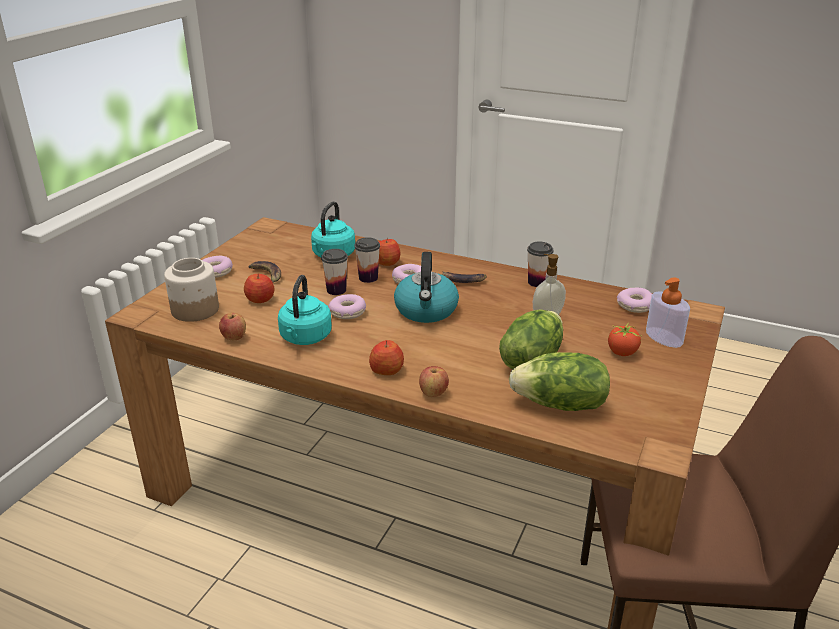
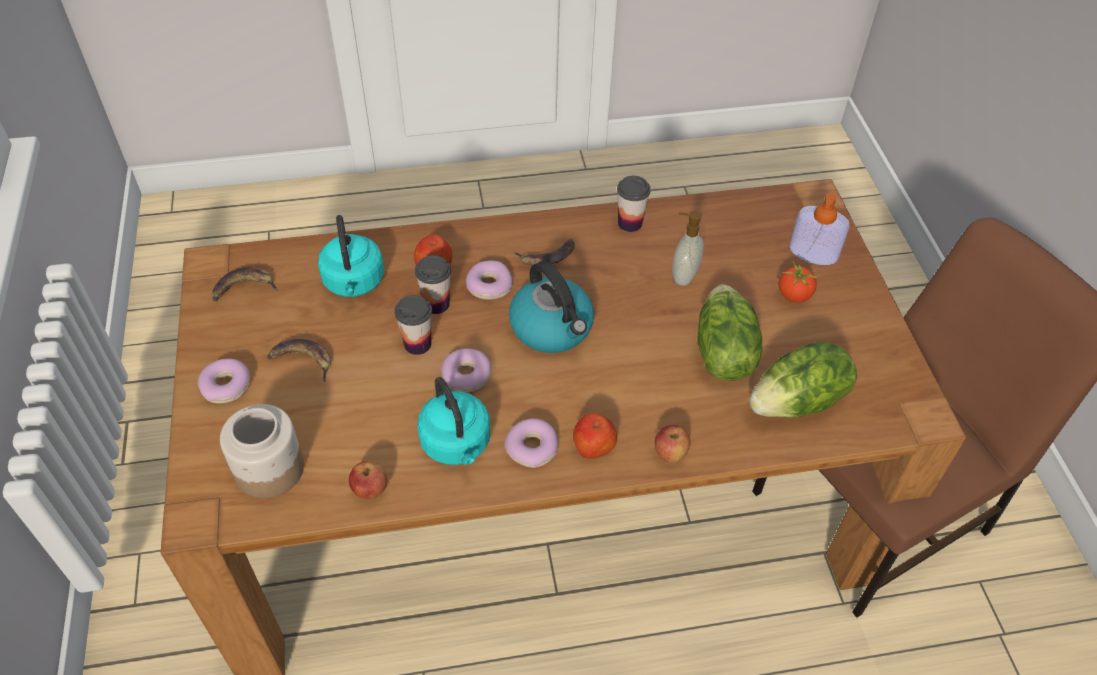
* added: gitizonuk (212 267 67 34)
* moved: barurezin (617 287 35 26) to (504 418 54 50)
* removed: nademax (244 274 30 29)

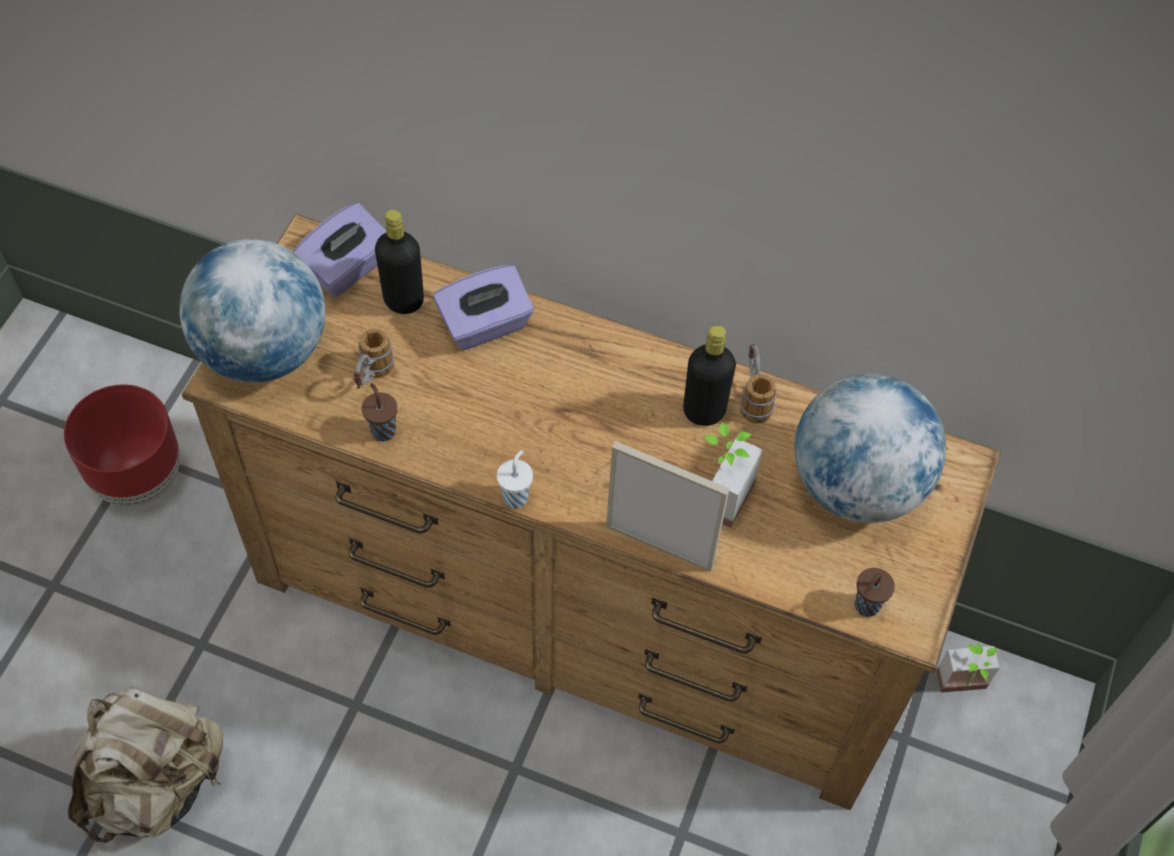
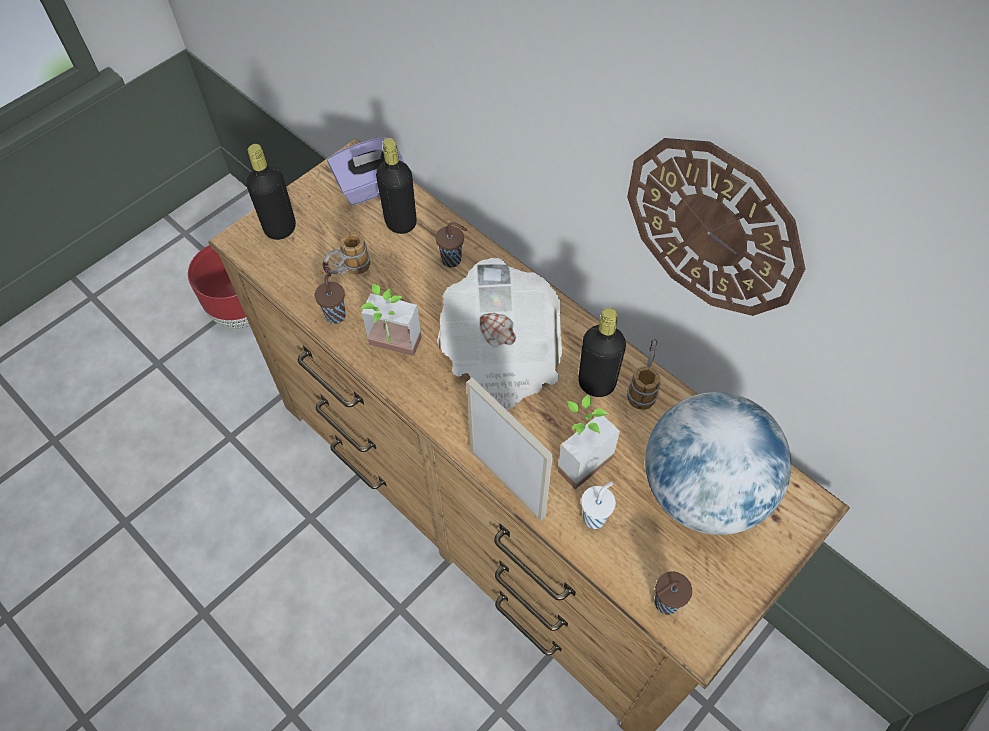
* replaced: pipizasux (179 239 146 144) to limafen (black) (247 144 49 96)
* moved: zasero (936 643 64 50) to (360 283 62 73)
* replaced: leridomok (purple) (433 265 101 85) to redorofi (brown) (436 222 31 45)
* added: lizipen (437 258 125 152)
* moved: redorofi (white) (497 450 36 58) to (581 482 35 47)
* added: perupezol (627 138 178 178)
* removed: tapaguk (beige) (68 686 155 157)

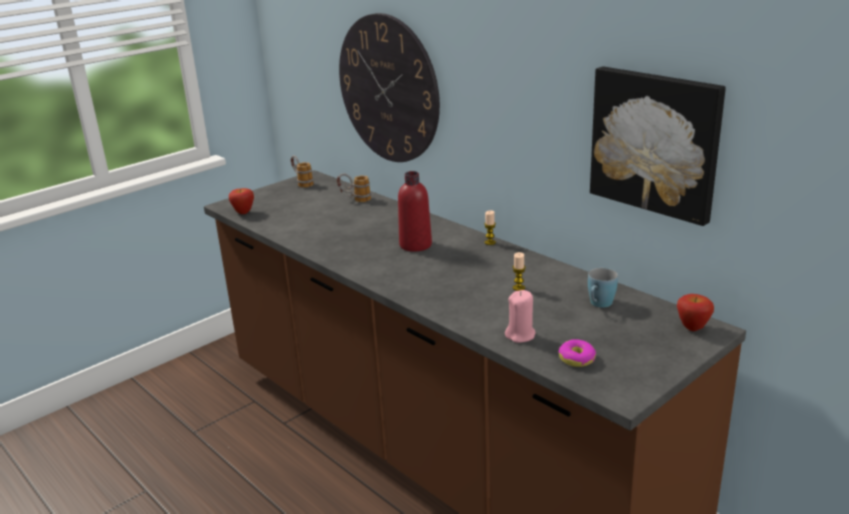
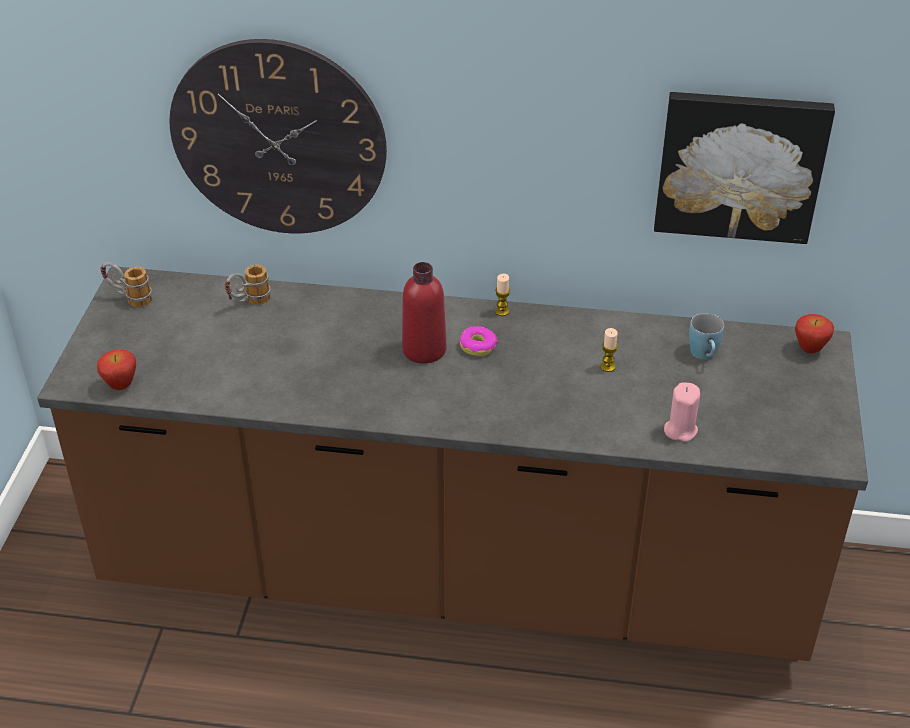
* moved: barurezin (559 339 37 28) to (459 326 39 30)

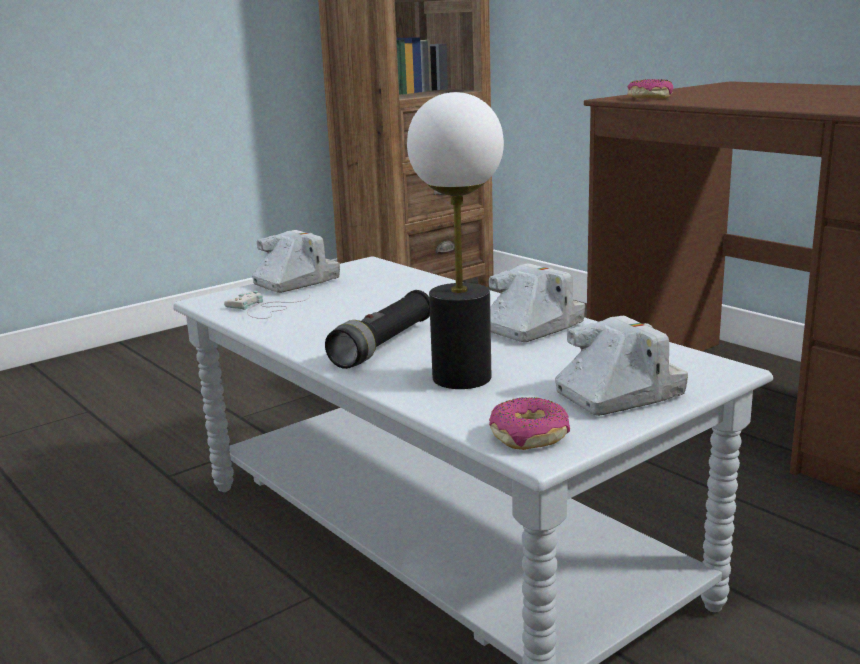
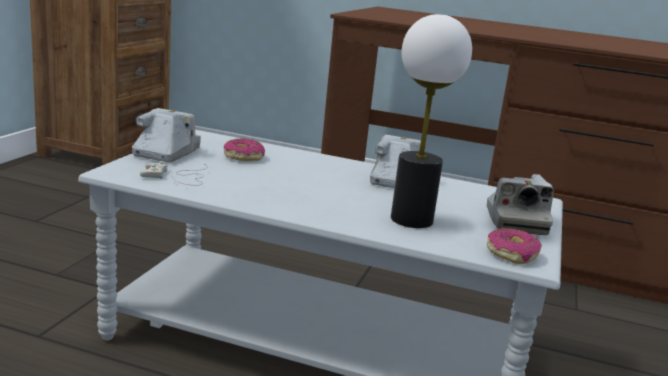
* moved: barurezin (627 79 47 20) to (224 139 41 22)
* turned: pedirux (555 316 133 100) = (487 174 67 61) 150 degrees clockwise
* removed: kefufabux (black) (325 290 105 79)

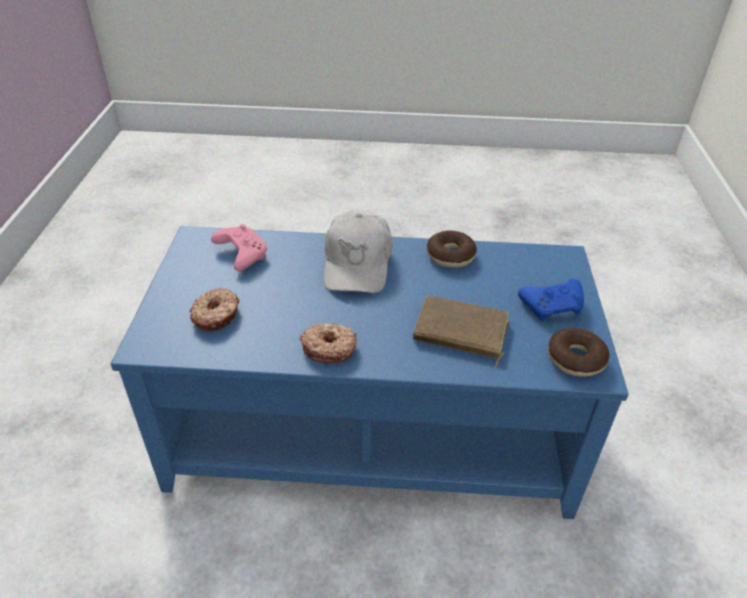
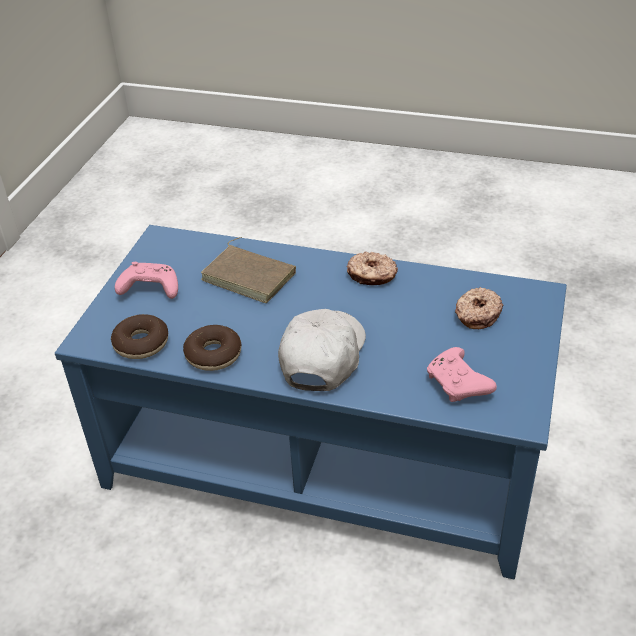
* moved: barurezin (548 328 61 49) to (111 314 57 45)
* recoloured: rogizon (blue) (518 279 66 42) to rogizon (pink) (115 262 63 37)

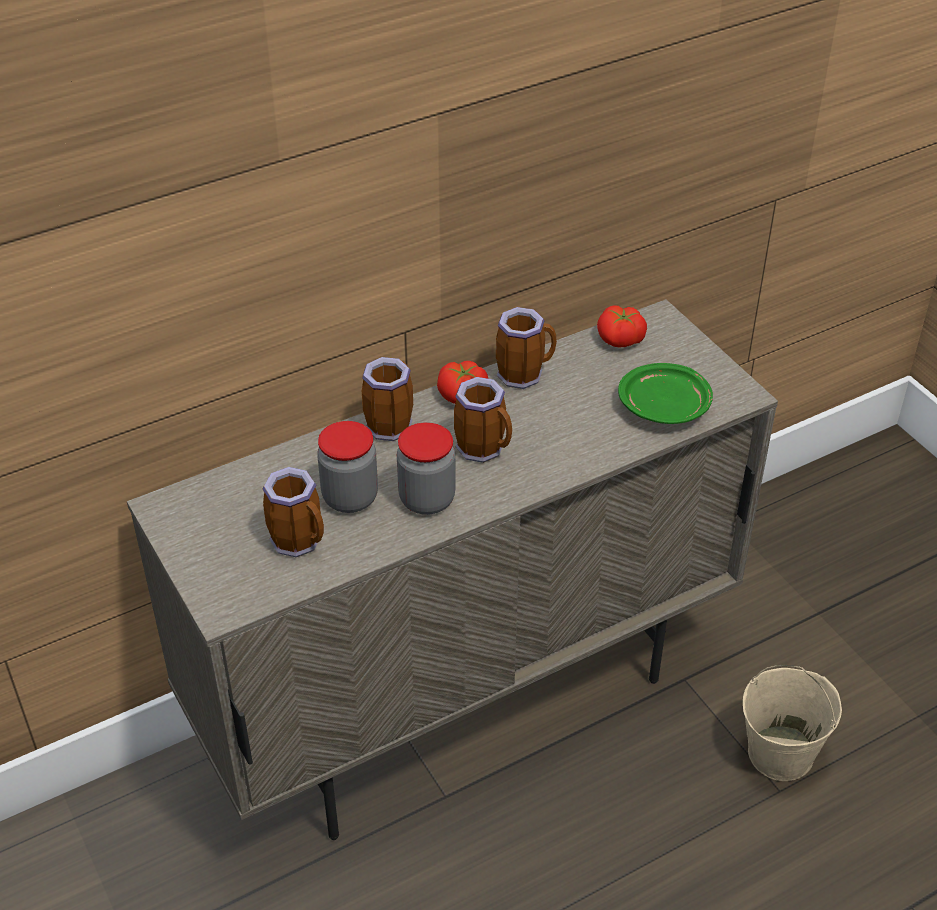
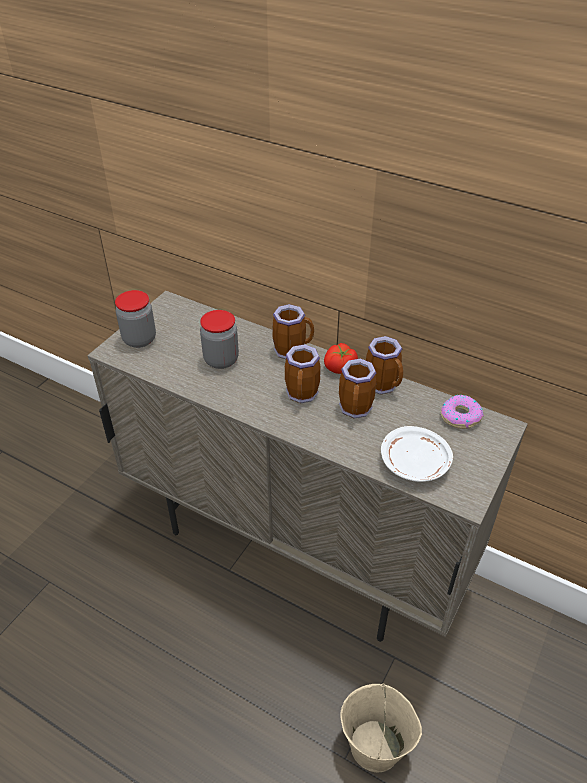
* moved: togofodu (397 422 59 93) to (115 290 41 58)
* moved: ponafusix (263 467 61 90) to (339 359 37 59)
* recoloured: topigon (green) (618 363 95 61) to topigon (white) (381 426 72 56)
* replaced: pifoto (597 305 50 43) to barurezin (441 395 43 34)

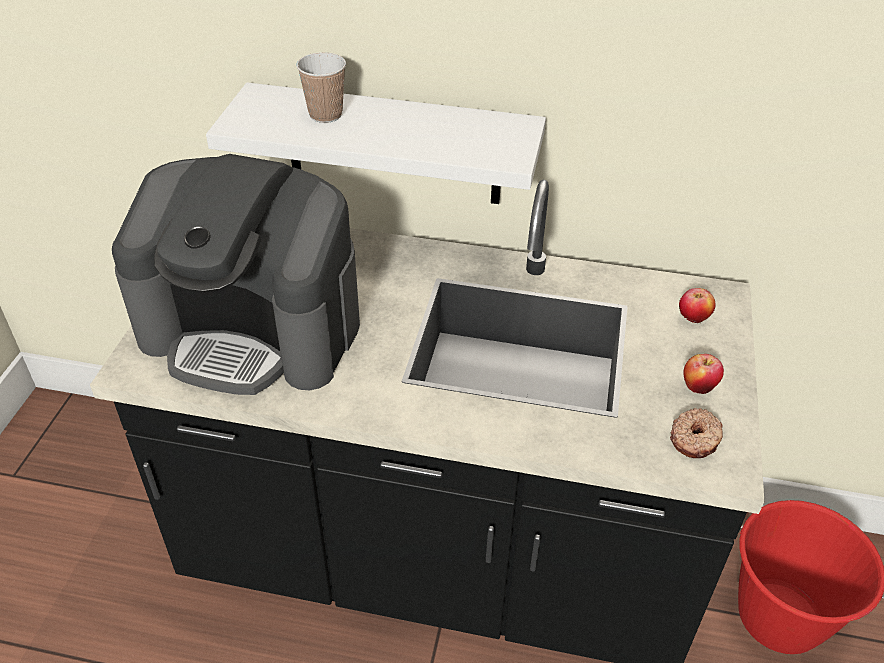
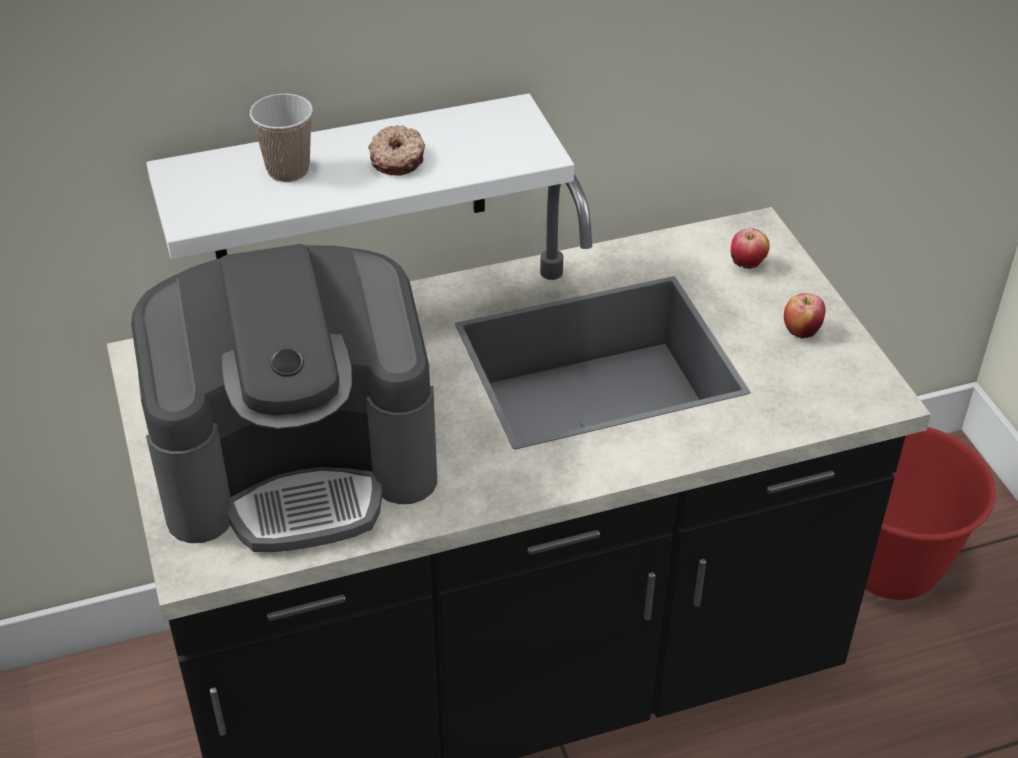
* moved: barurezin (670 408 53 50) to (368 125 57 51)

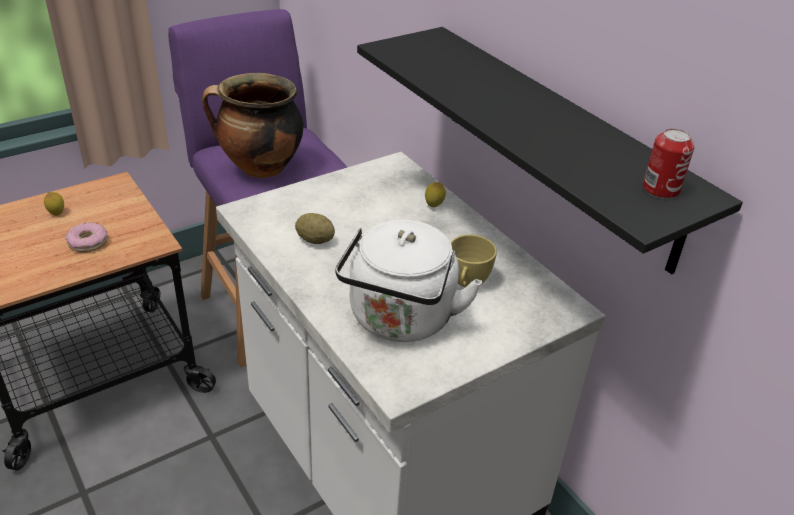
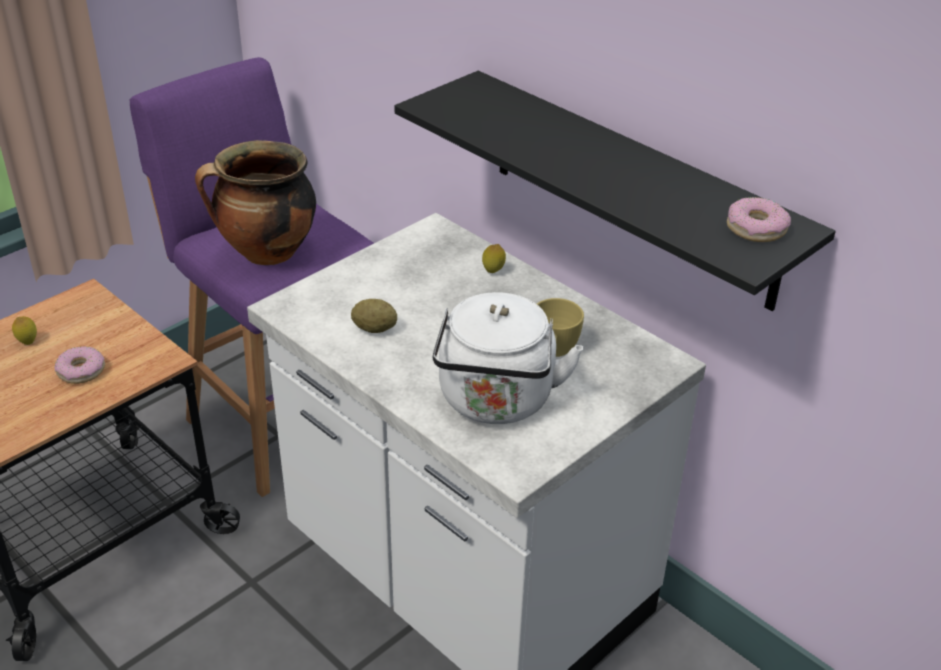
* replaced: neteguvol (643 128 52 71) to barurezin (727 197 64 45)

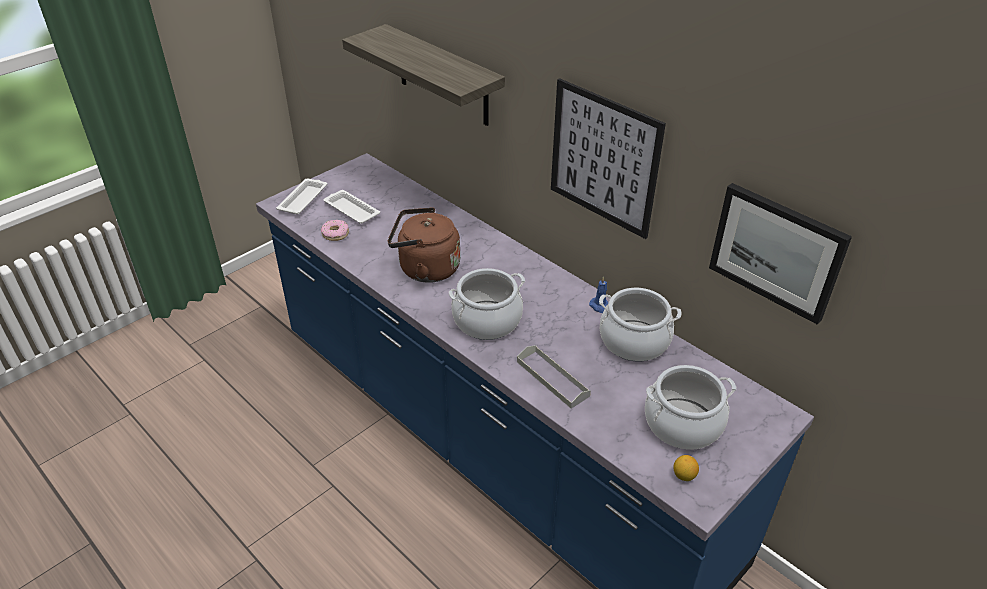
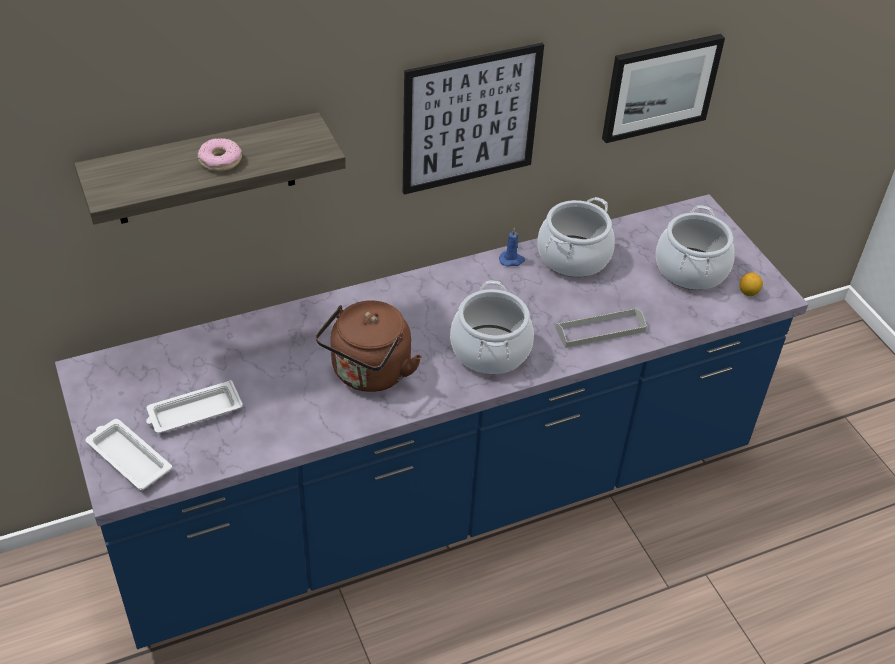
* moved: barurezin (321 220 28 21) to (198 138 44 33)

